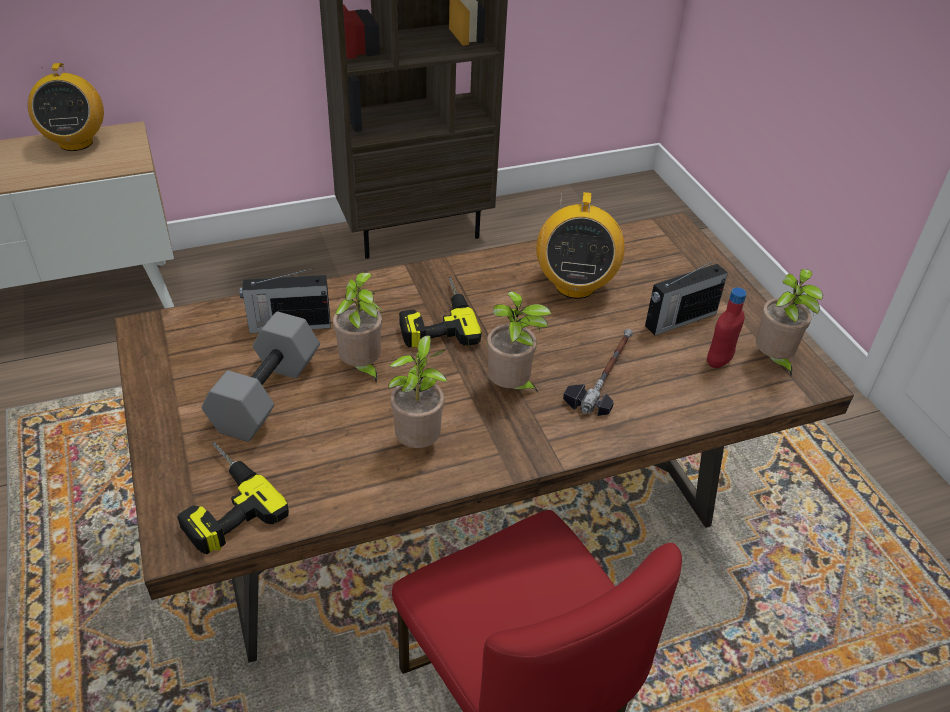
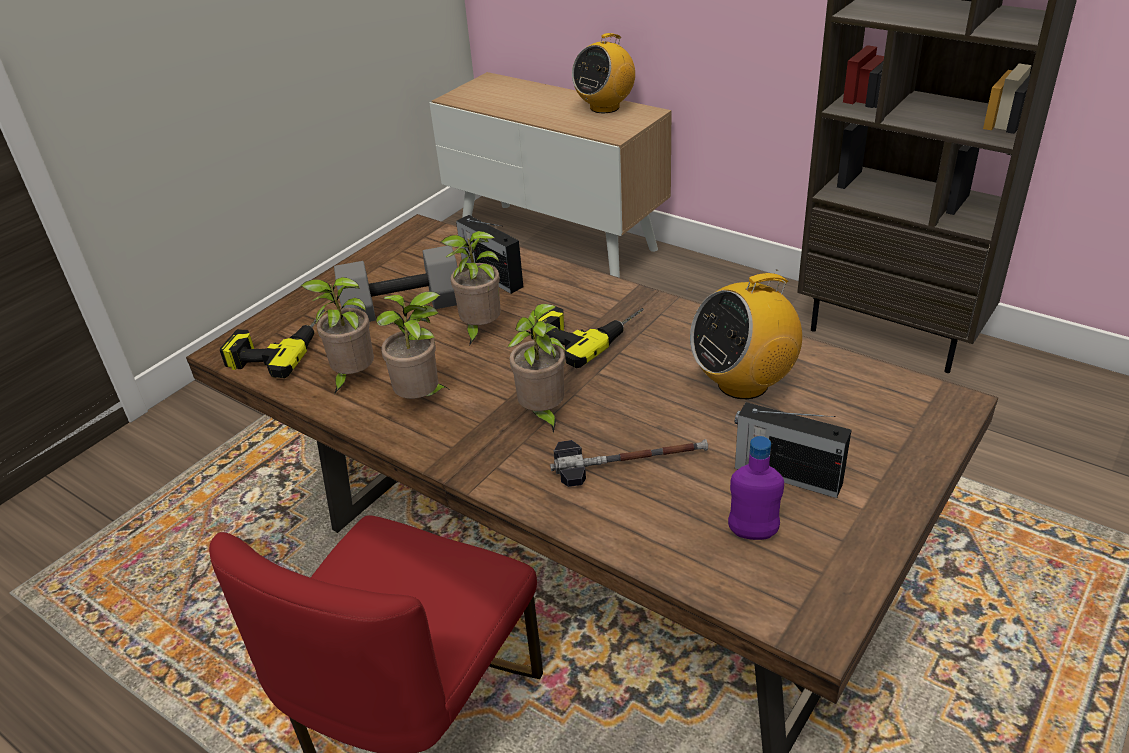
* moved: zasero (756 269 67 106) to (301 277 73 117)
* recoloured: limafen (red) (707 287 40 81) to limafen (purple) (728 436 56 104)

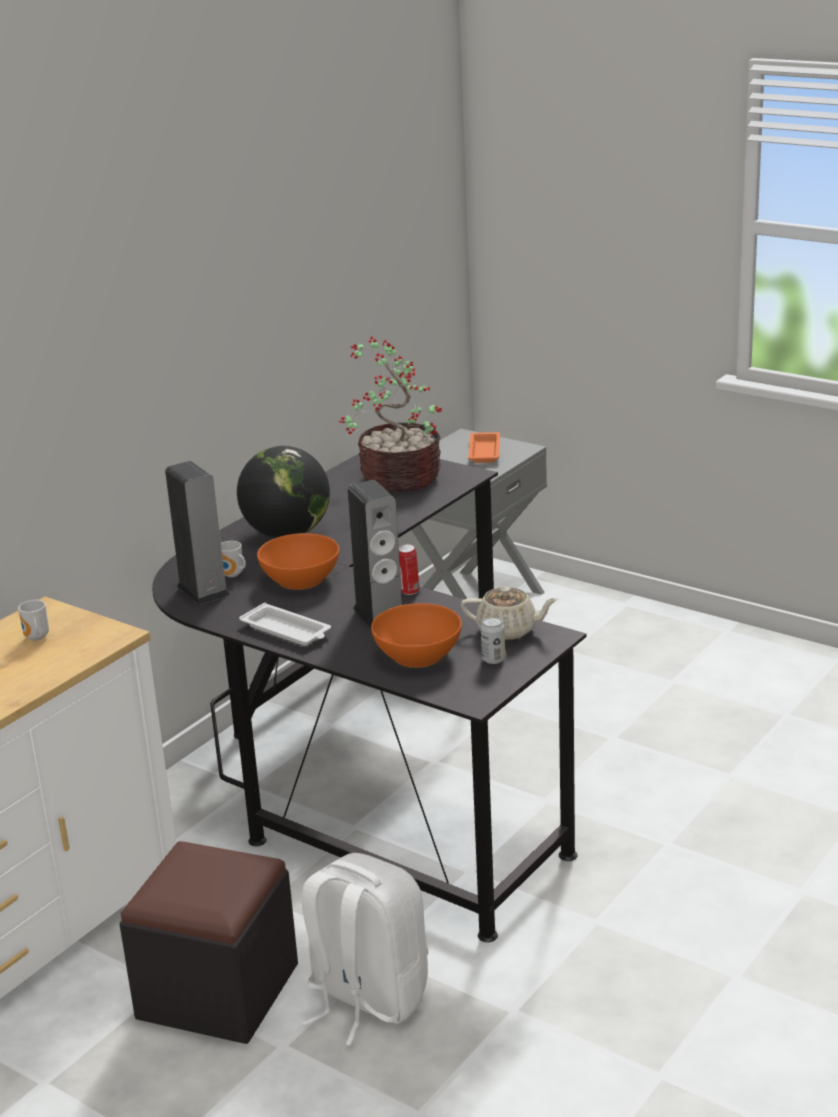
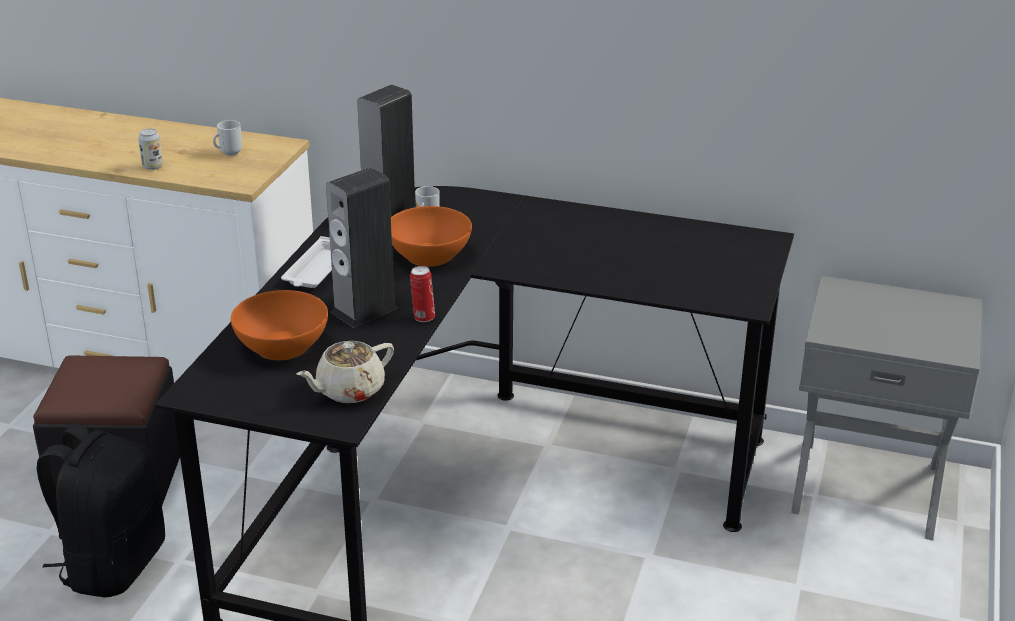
* recoloured: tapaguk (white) (302 853 126 193) to tapaguk (black) (37 423 128 175)
* moved: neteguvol (481 617 24 47) to (138 128 25 42)
* turned: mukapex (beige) (461 586 97 54) = (296 341 98 62) 60 degrees clockwise
* removed: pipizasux (237 446 93 92)
* removed: zasero (339 336 103 156)
* removed: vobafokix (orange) (468 432 32 31)

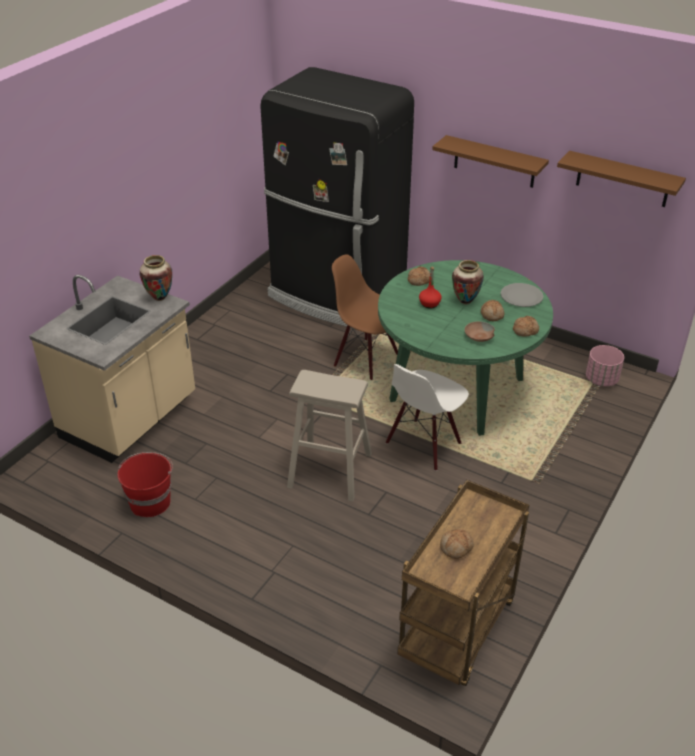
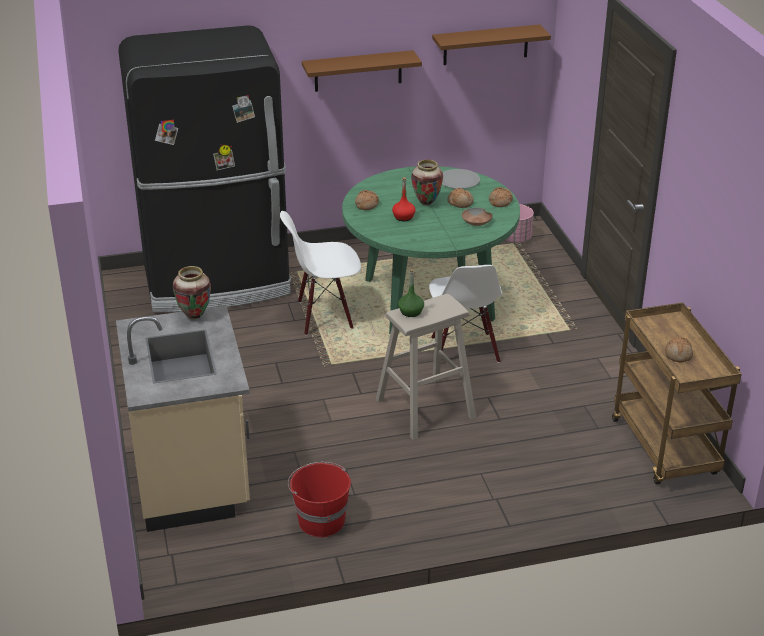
* recoloured: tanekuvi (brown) (332 255 66 125) to tanekuvi (white) (280 211 81 125)
* added: limafen (green) (398 269 26 48)

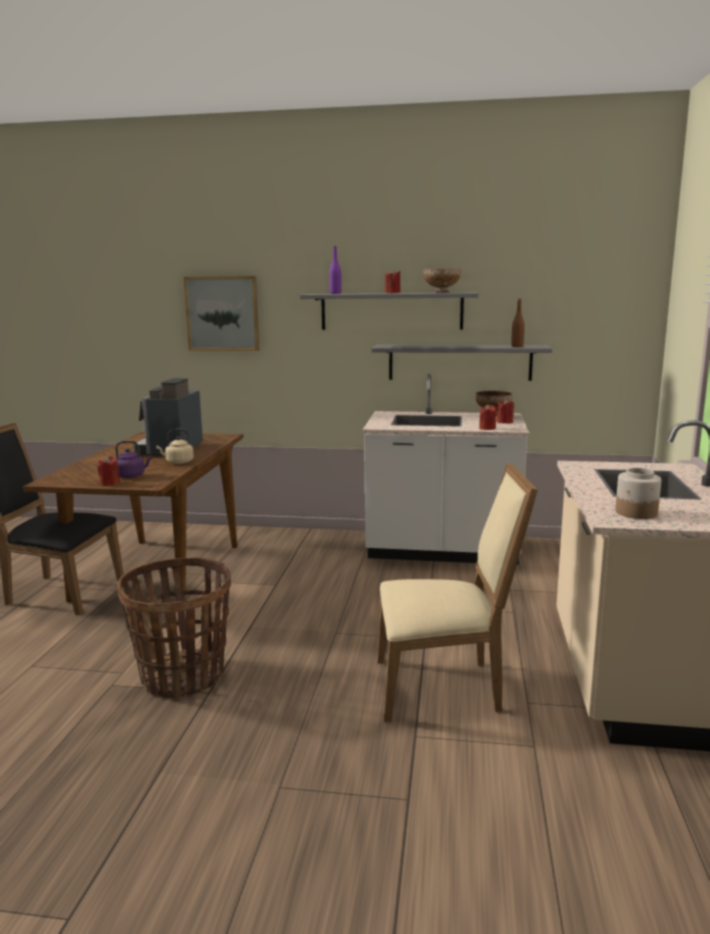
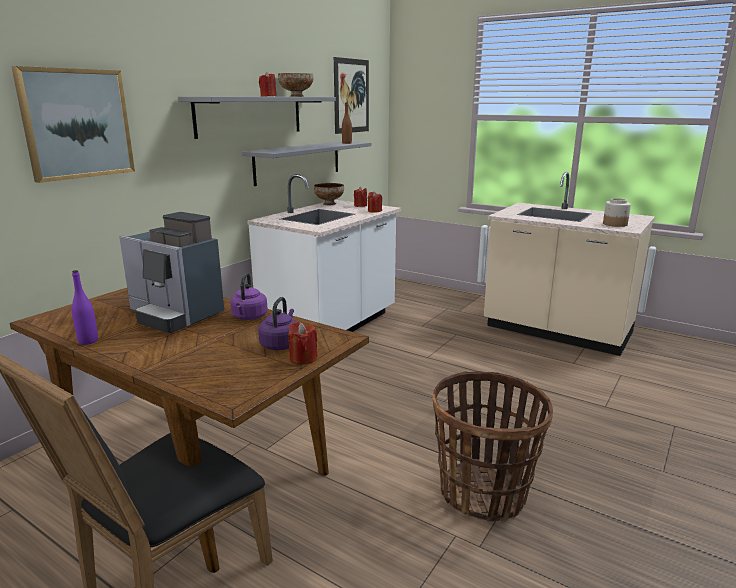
* moved: limafen (purple) (329 246 13 48) to (71 270 27 75)
* recoloured: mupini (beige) (156 429 38 35) to mupini (purple) (230 273 37 47)
* added: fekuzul (334 57 35 77)
* removed: tanekuvi (beige) (377 462 161 260)

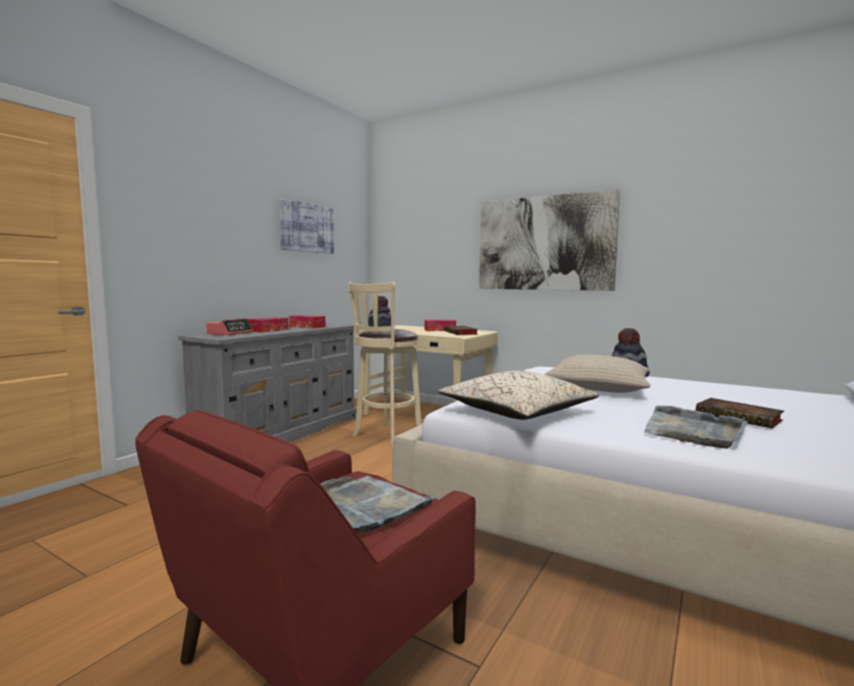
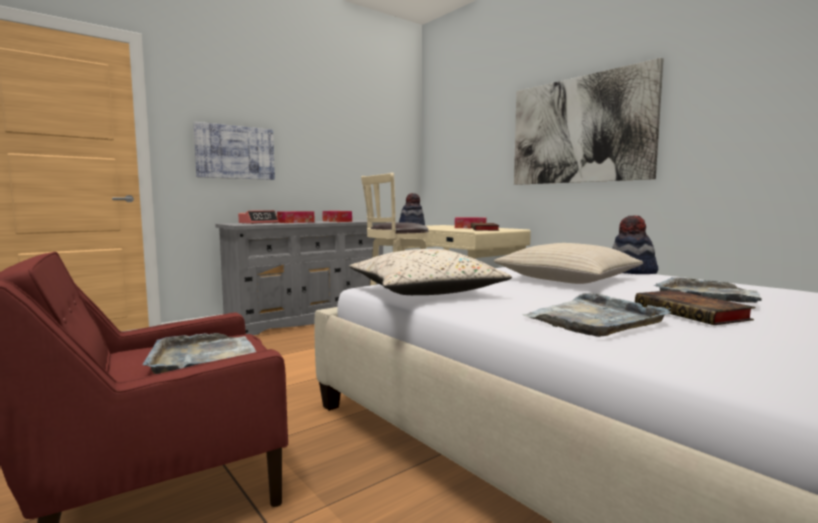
* moved: fekuzul (279 198 55 56) to (193 122 82 58)
* added: vobafokix (grey) (654 277 108 26)

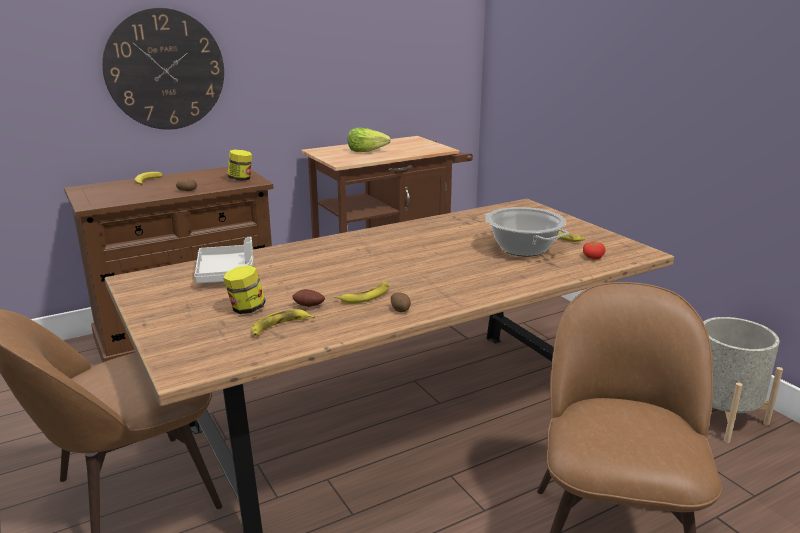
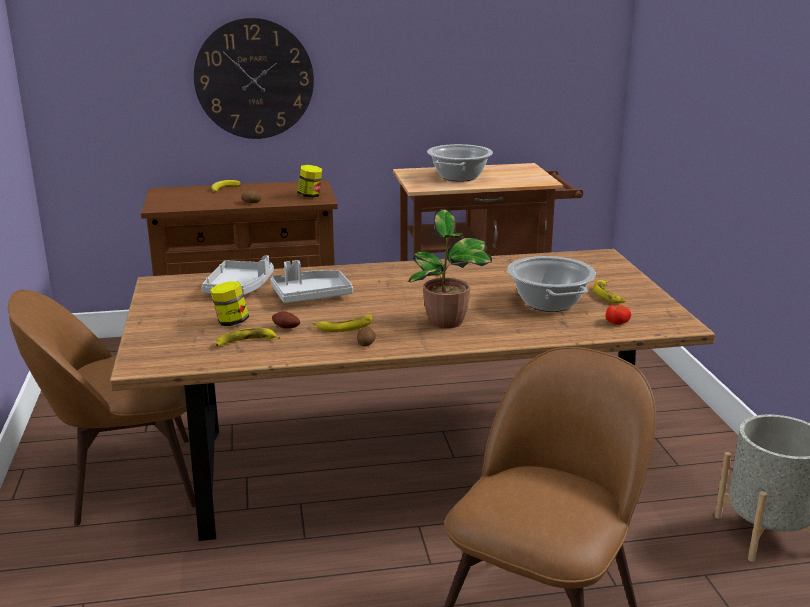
* added: vobafokix (grey) (270 260 83 43)
* added: zasero (408 209 84 119)
* replaced: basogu (348 128 43 24) to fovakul (427 144 66 38)

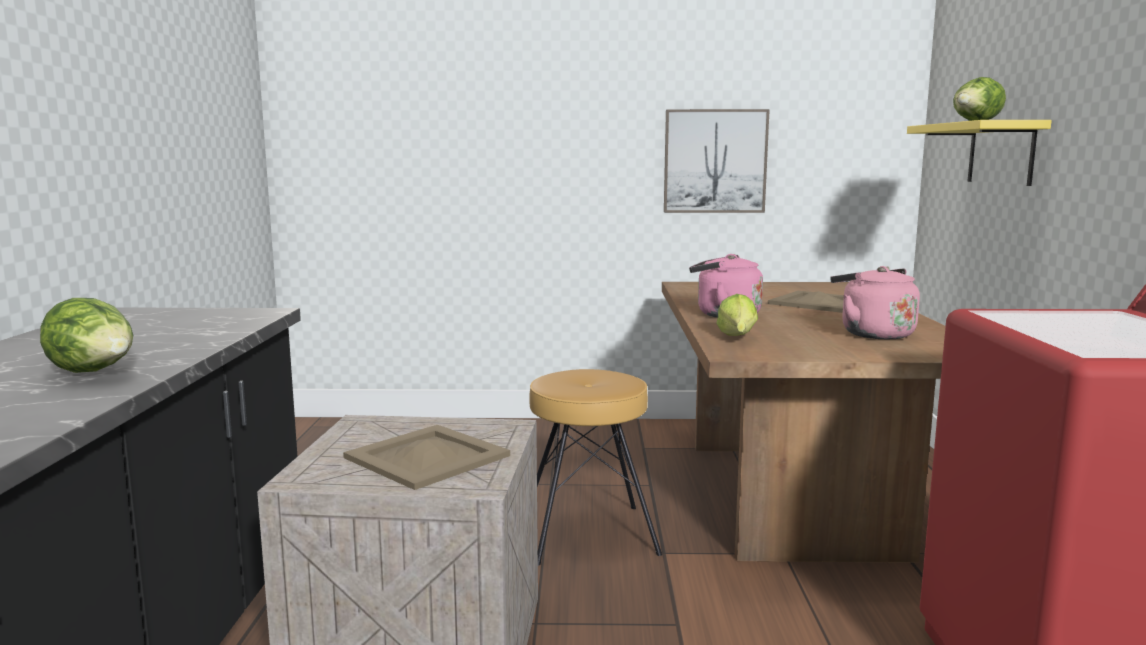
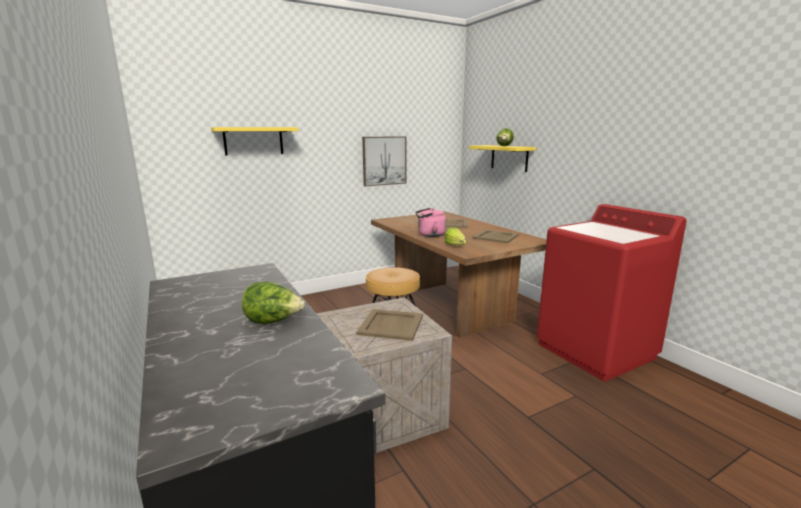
* added: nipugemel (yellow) (211 127 87 29)
* replaced: mupini (pink) (830 266 90 73) to vobafokix (beige) (472 230 47 13)

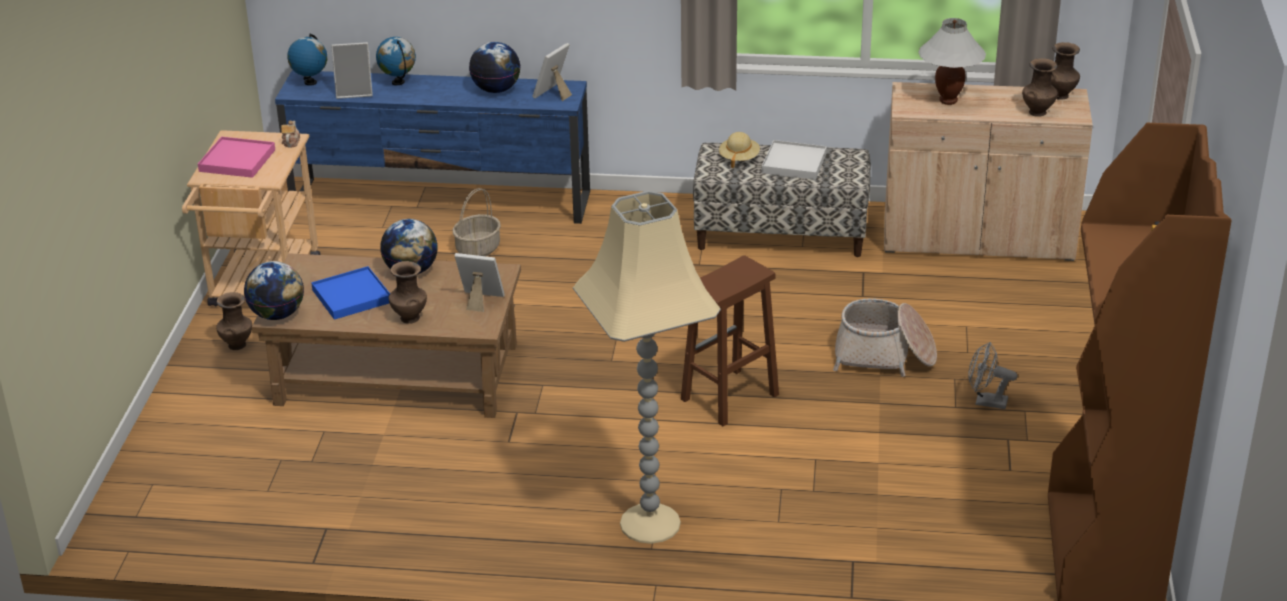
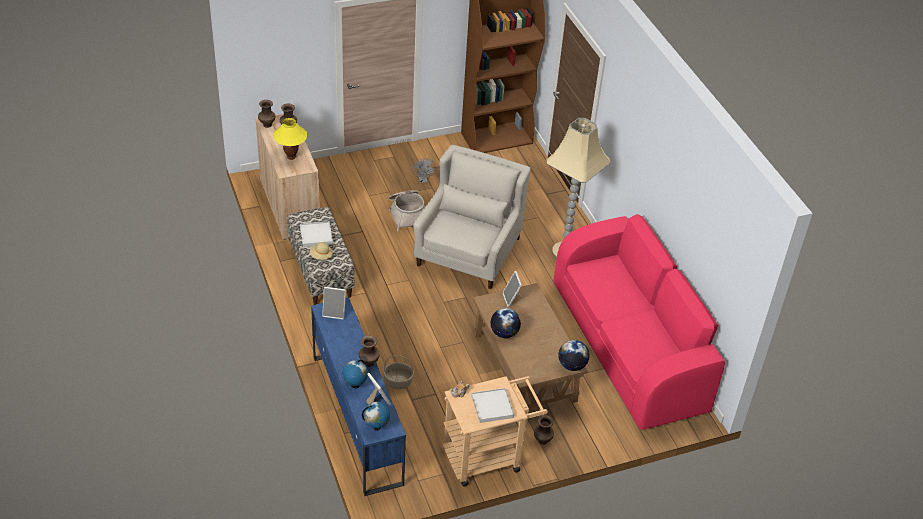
* recoloured: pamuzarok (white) (918 18 68 87) to pamuzarok (yellow) (273 118 34 42)
* moved: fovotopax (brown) (389 261 38 63) to (359 336 21 31)
* replaced: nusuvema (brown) (681 255 98 171) to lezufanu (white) (414 145 116 144)
* recoloured: vobafokix (pink) (198 137 77 41) to vobafokix (white) (471 388 43 35)
* added: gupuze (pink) (553 214 172 216)
* removed: vobafokix (blue) (311 266 79 54)
* removed: pipizasux (469 42 52 51)

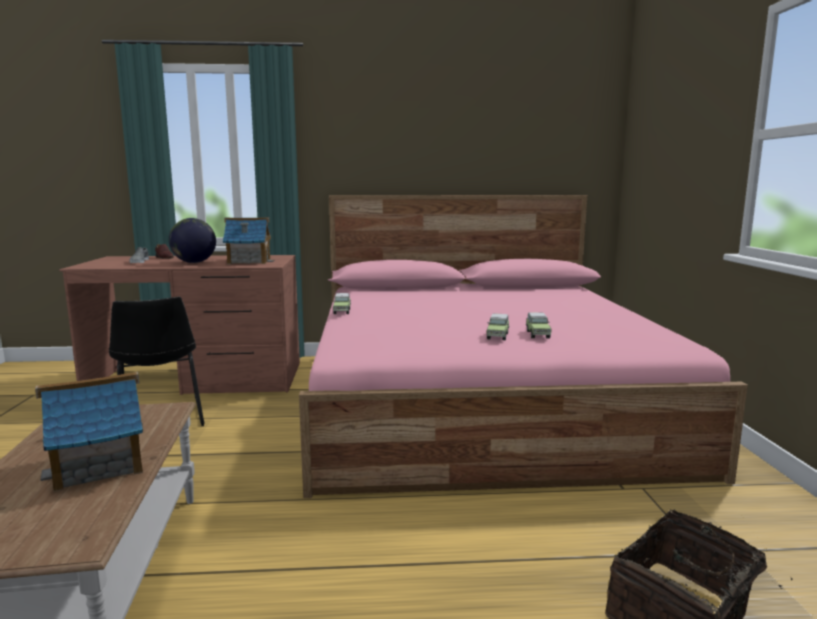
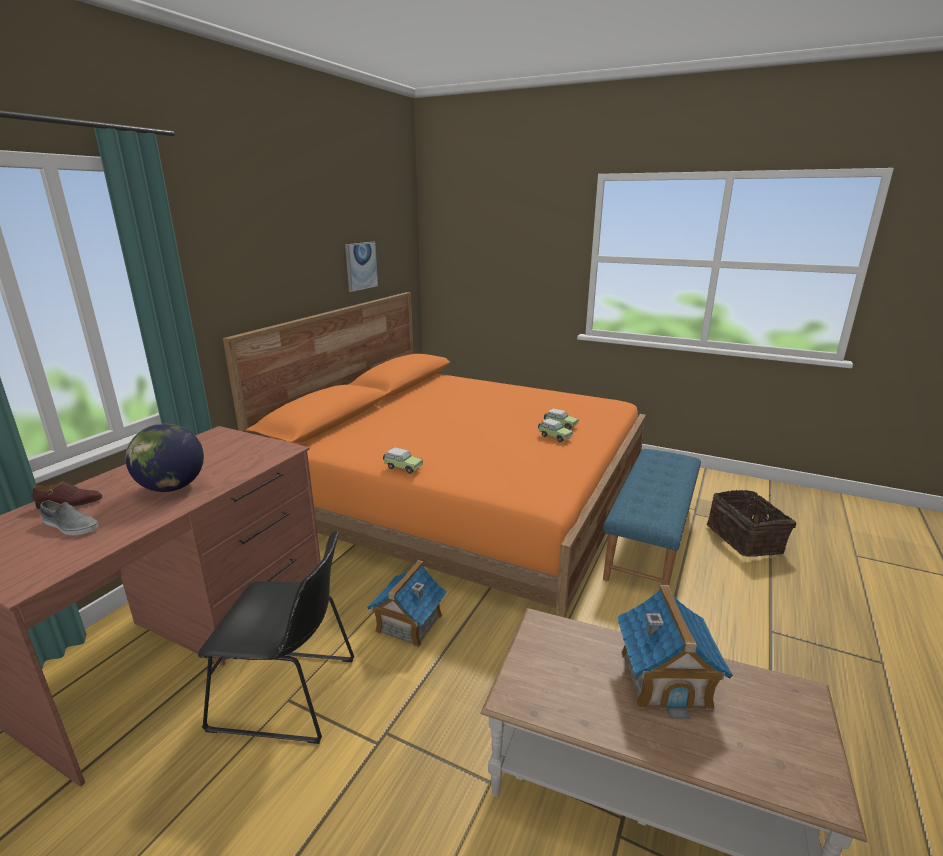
* recoloured: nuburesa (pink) (299 195 449 303) to nuburesa (orange) (223 292 423 326)
* added: fekuzul (345 242 33 50)
* moved: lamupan (223 217 51 47) to (367 560 80 87)
* added: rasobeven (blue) (603 449 98 136)

